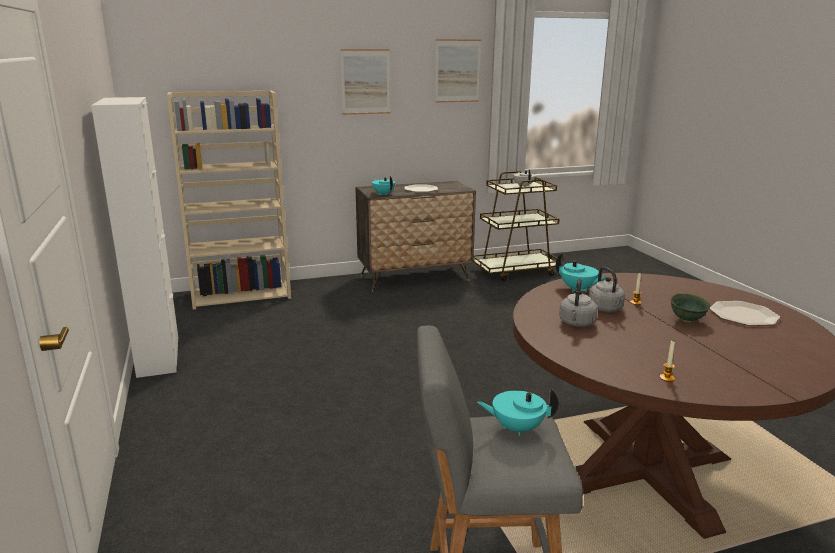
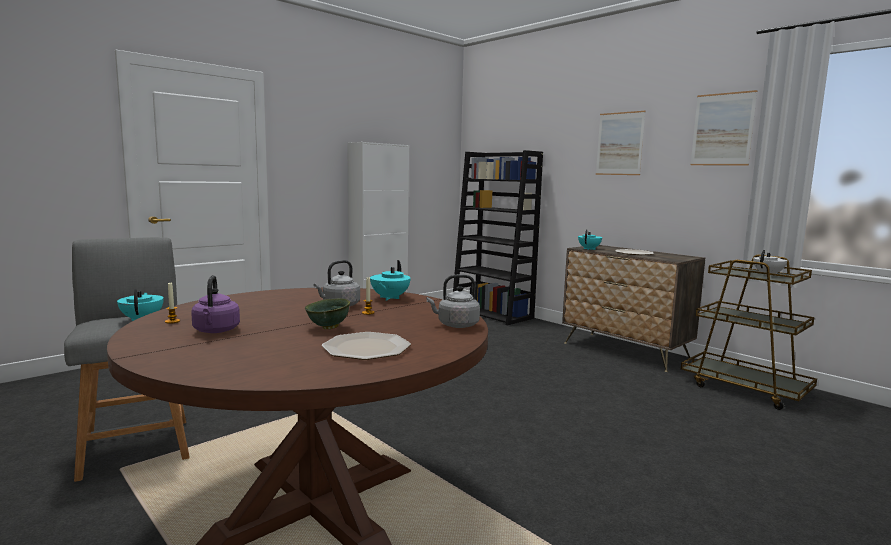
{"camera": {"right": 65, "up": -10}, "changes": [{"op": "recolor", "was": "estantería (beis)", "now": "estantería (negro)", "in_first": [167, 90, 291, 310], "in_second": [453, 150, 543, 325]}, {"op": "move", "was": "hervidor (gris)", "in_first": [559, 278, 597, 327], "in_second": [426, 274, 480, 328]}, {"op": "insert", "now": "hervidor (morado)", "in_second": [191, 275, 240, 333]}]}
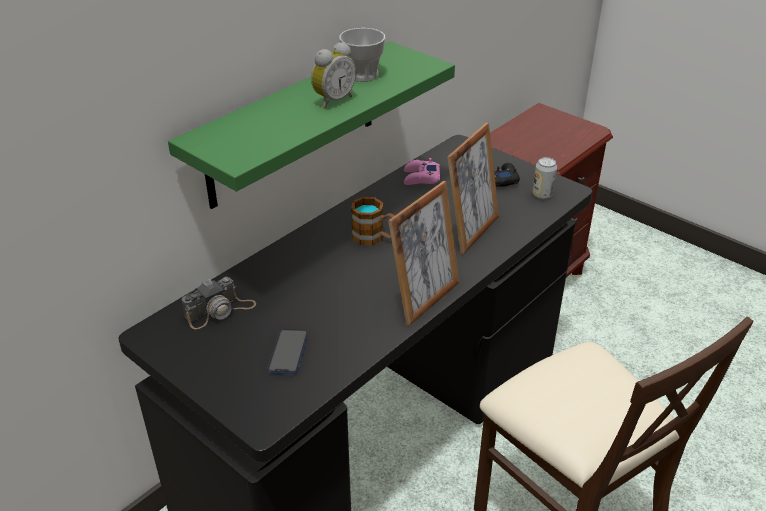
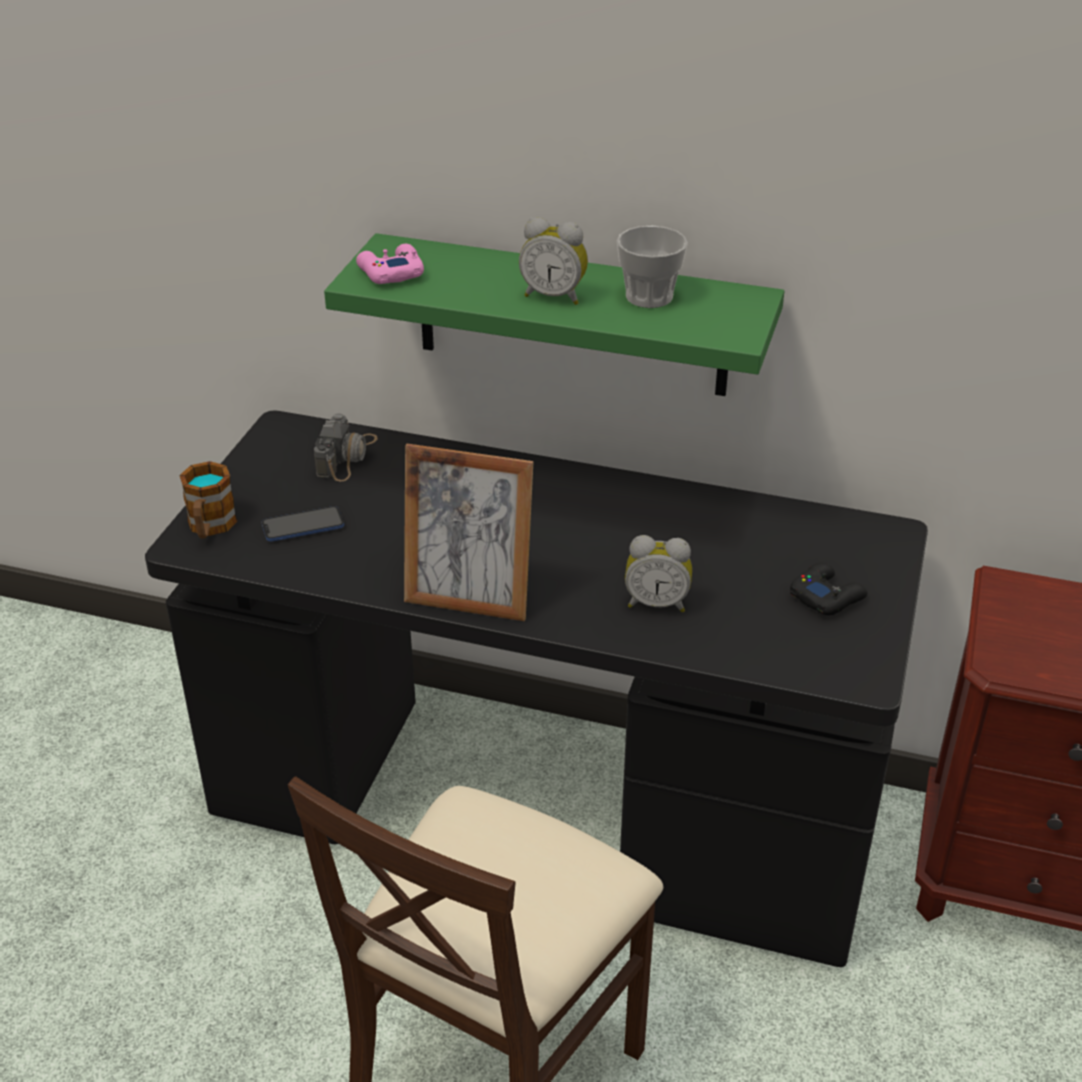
{"camera": {"right": 65, "up": 0}, "changes": [{"op": "rotate", "was": "cámara", "in_first": [181, 277, 256, 329], "in_second": [314, 413, 378, 481], "clockwise": -105}, {"op": "move", "was": "taza grande", "in_first": [351, 197, 395, 245], "in_second": [179, 461, 237, 539]}, {"op": "move", "was": "mando de consola (rosa)", "in_first": [404, 158, 440, 185], "in_second": [356, 244, 424, 284]}, {"op": "replace", "was": "portarretratos", "now": "despertador", "in_first": [447, 123, 499, 255], "in_second": [625, 535, 692, 612]}, {"op": "delete", "was": "lata", "in_first": [532, 157, 557, 199]}]}
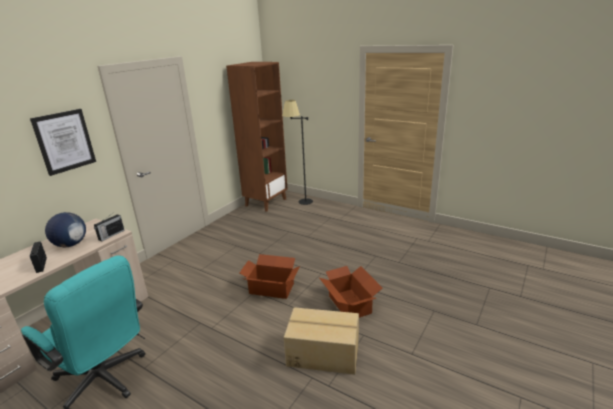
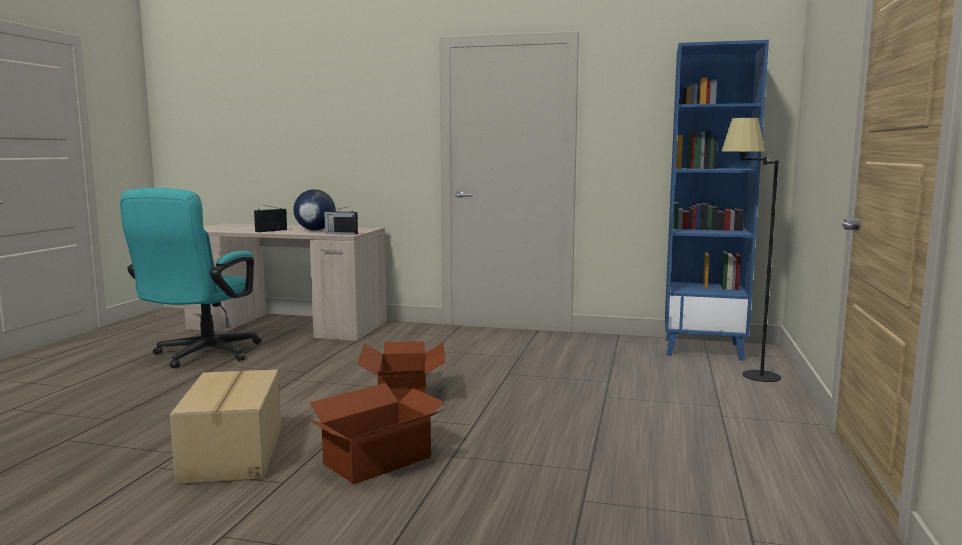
{"camera": {"right": 70, "up": -15}, "changes": [{"op": "delete", "was": "cuadro", "in_first": [30, 109, 96, 176]}, {"op": "recolor", "was": "estantería (marrón)", "now": "estantería (azul)", "in_first": [226, 62, 288, 212], "in_second": [665, 40, 769, 361]}]}
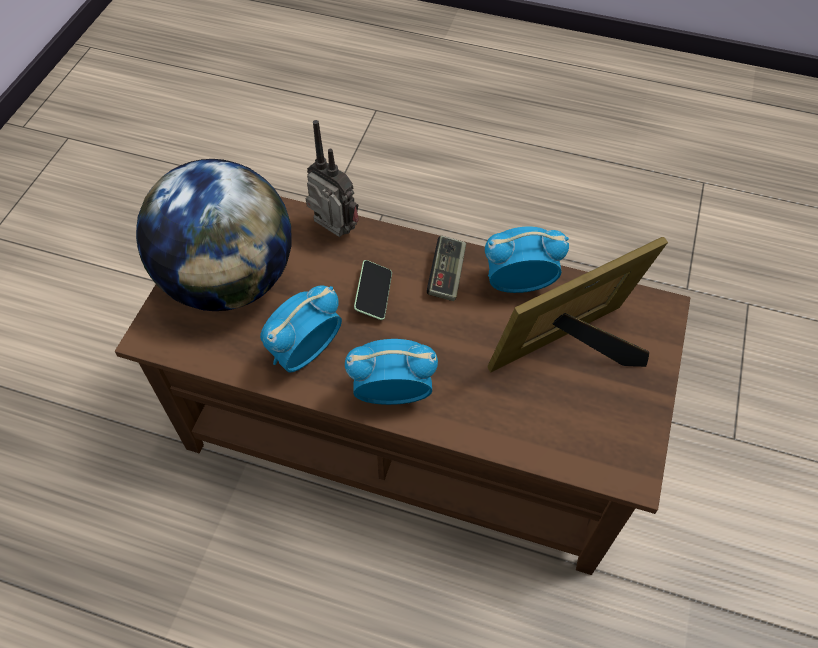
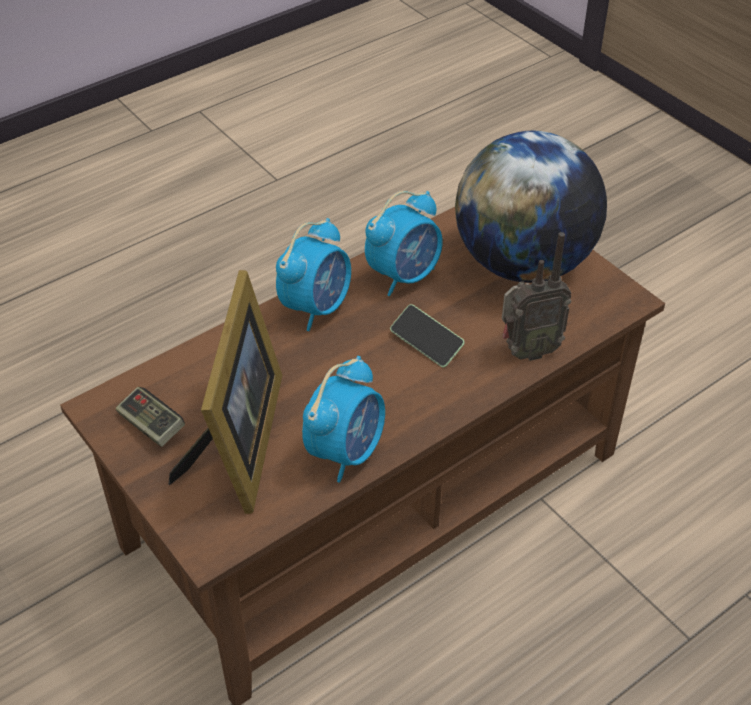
{"camera": {"right": 125, "up": -10}, "changes": [{"op": "rotate", "was": "despertador", "in_first": [260, 285, 342, 372], "in_second": [365, 191, 443, 296], "clockwise": 60}, {"op": "move", "was": "mando de consola", "in_first": [427, 236, 466, 301], "in_second": [116, 387, 185, 447]}]}
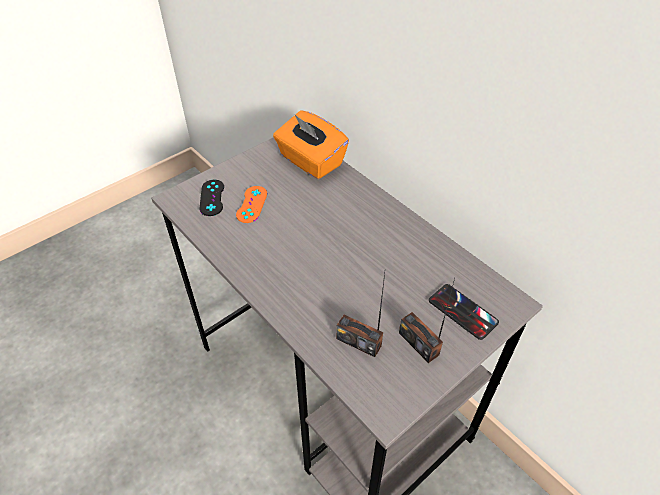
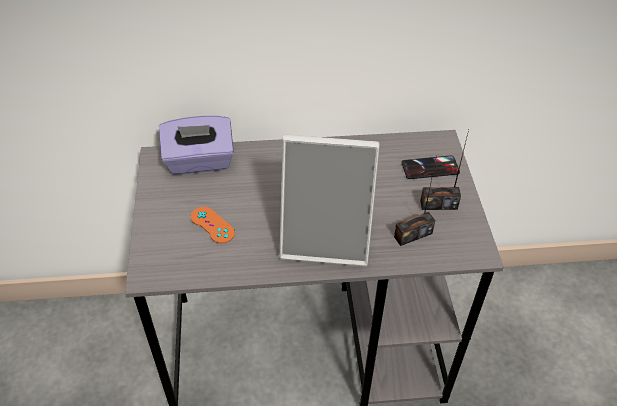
{"camera": {"right": -55, "up": 0}, "changes": [{"op": "delete", "was": "mando de consola (negro)", "in_first": [199, 180, 224, 216]}, {"op": "recolor", "was": "caja de pañuelos (naranja)", "now": "caja de pañuelos (morado)", "in_first": [273, 110, 349, 179], "in_second": [159, 116, 234, 175]}, {"op": "insert", "now": "portarretratos", "in_second": [279, 135, 380, 267]}]}
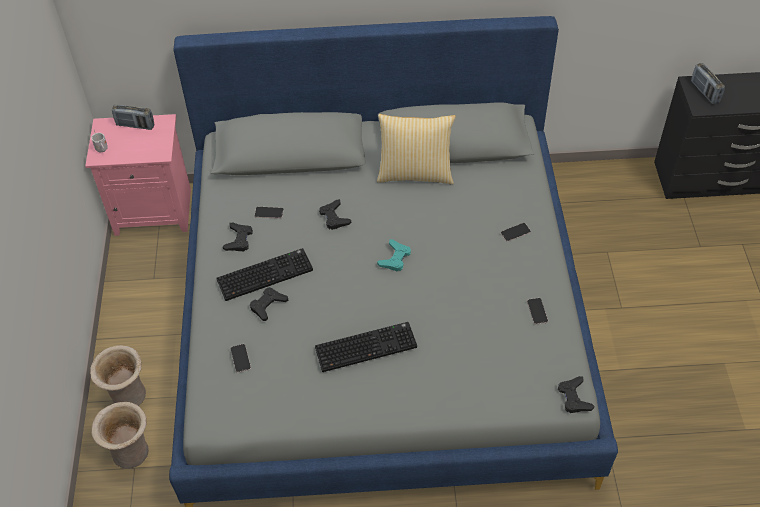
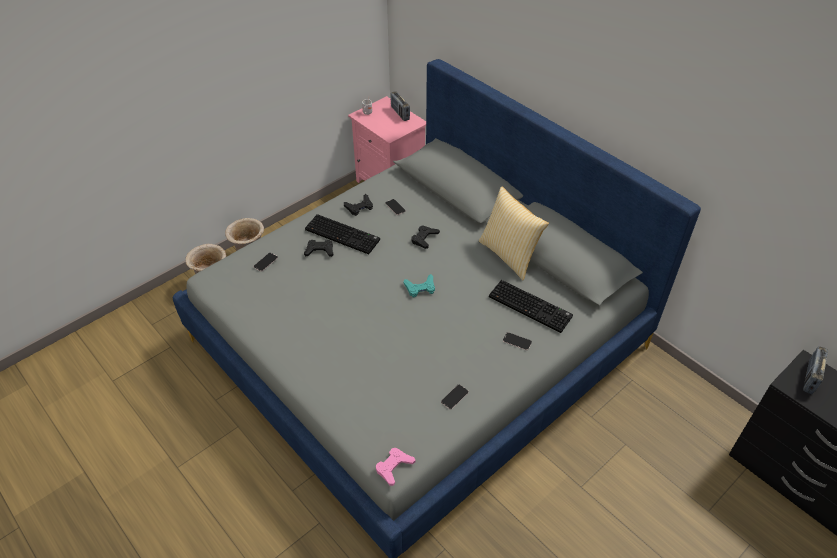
{"camera": {"right": 50, "up": -5}, "changes": [{"op": "move", "was": "teclado", "in_first": [315, 322, 417, 372], "in_second": [489, 280, 573, 333]}, {"op": "recolor", "was": "mando de consola (negro)", "now": "mando de consola (rosa)", "in_first": [558, 376, 594, 413], "in_second": [376, 448, 415, 486]}]}
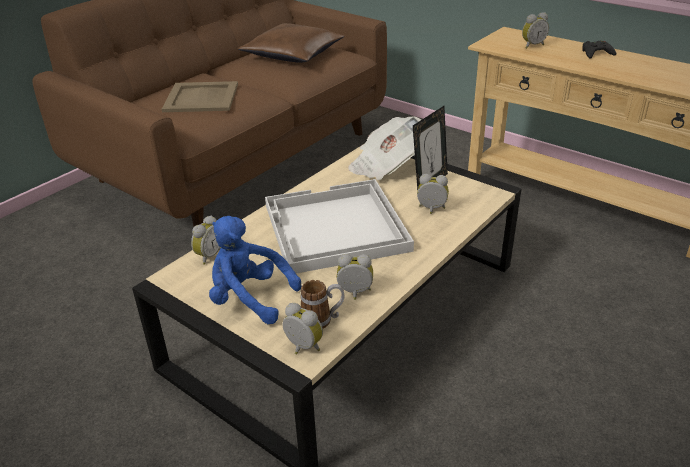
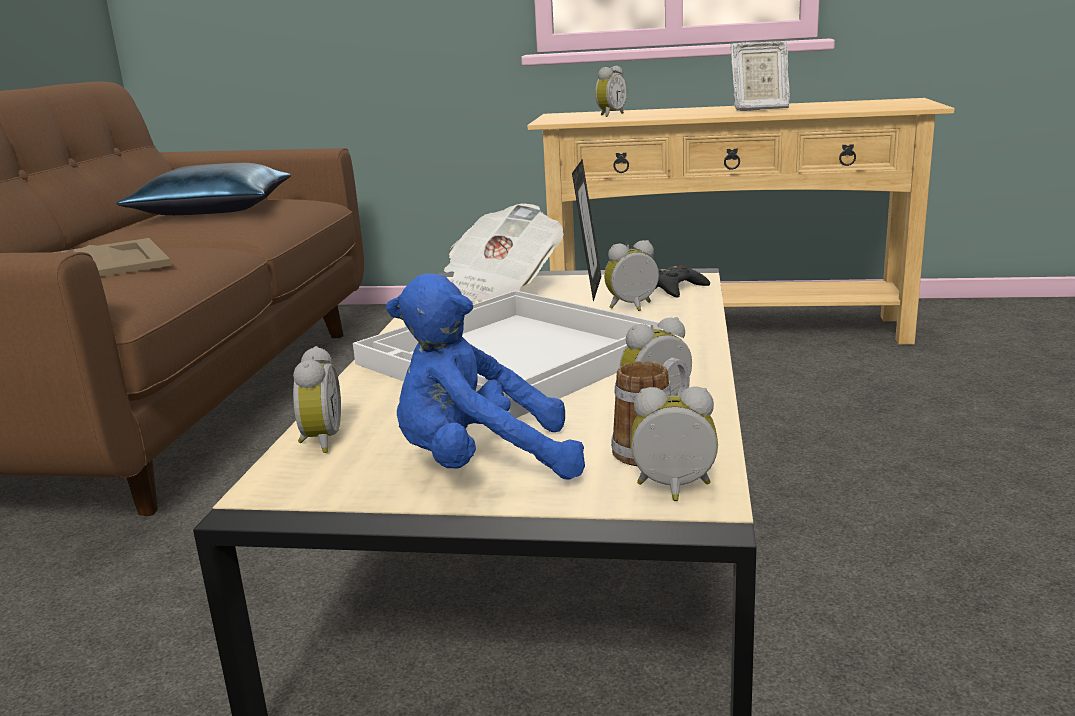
{"camera": {"right": -30, "up": -15}, "changes": [{"op": "recolor", "was": "cojín (marrón)", "now": "cojín (azul)", "in_first": [238, 23, 344, 63], "in_second": [116, 163, 291, 215]}, {"op": "move", "was": "mando de consola (negro)", "in_first": [582, 41, 616, 59], "in_second": [655, 266, 710, 297]}, {"op": "insert", "now": "portarretratos", "in_second": [730, 41, 790, 111]}]}
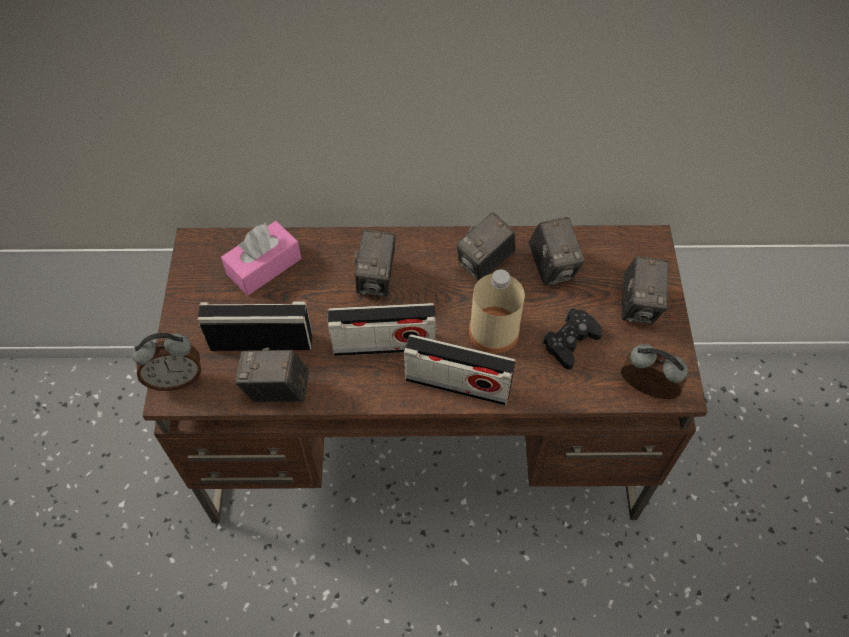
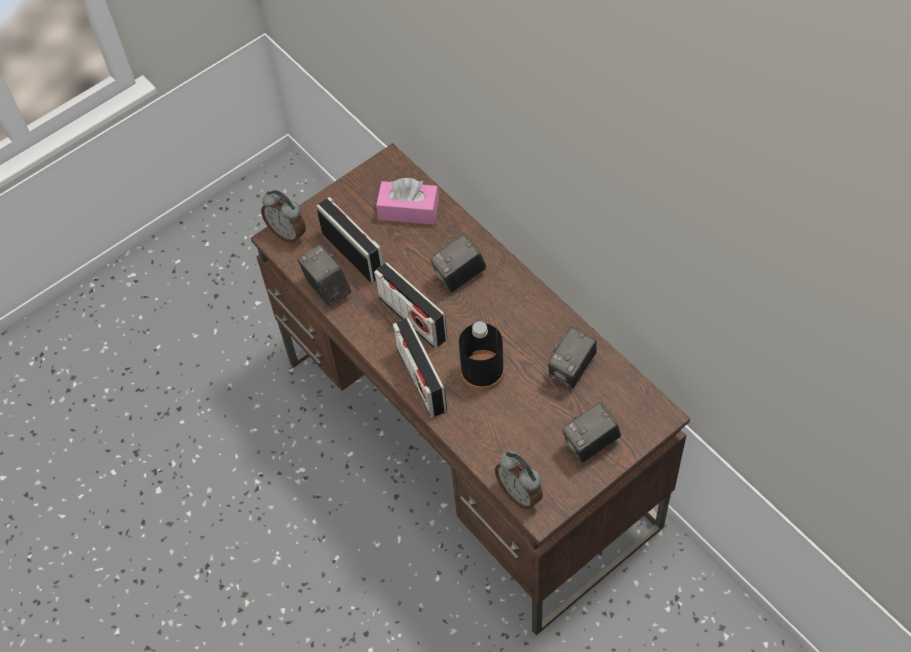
{"camera": {"right": 55, "up": 0}, "changes": [{"op": "delete", "was": "cámara", "in_first": [456, 212, 515, 281]}, {"op": "recolor", "was": "botella (beis)", "now": "botella (negro)", "in_first": [469, 269, 525, 354], "in_second": [459, 321, 504, 391]}, {"op": "delete", "was": "mando de consola (negro)", "in_first": [542, 308, 603, 370]}, {"op": "rotate", "was": "despertador", "in_first": [621, 344, 688, 399], "in_second": [495, 451, 543, 510], "clockwise": 150}]}
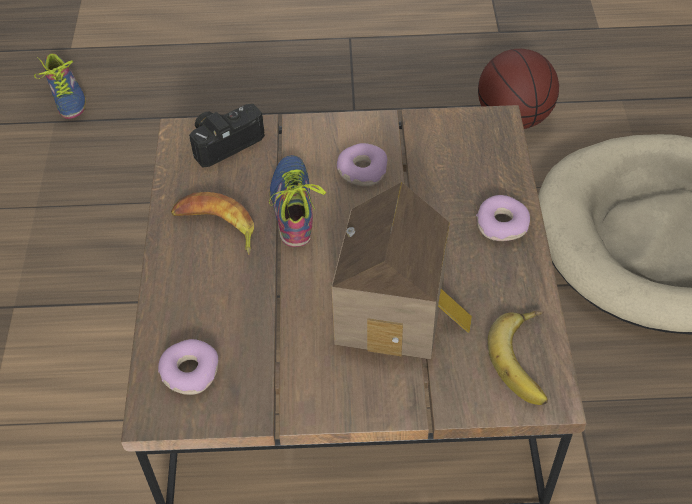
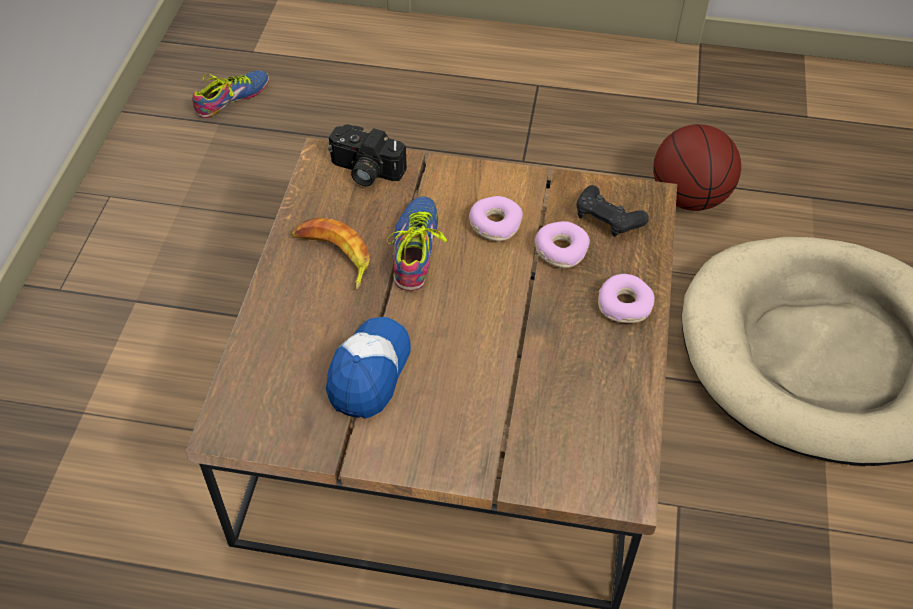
{"camera": {"right": 10, "up": 0}, "changes": [{"op": "rotate", "was": "zapato", "in_first": [34, 53, 86, 119], "in_second": [192, 70, 269, 118], "clockwise": -120}, {"op": "move", "was": "rosquilla", "in_first": [158, 339, 218, 395], "in_second": [535, 221, 590, 268]}, {"op": "rotate", "was": "cámara", "in_first": [189, 104, 265, 168], "in_second": [328, 124, 407, 186], "clockwise": -135}, {"op": "delete", "was": "casita", "in_first": [332, 182, 472, 359]}, {"op": "delete", "was": "plátano", "in_first": [488, 311, 548, 405]}, {"op": "insert", "now": "gorra", "in_second": [326, 317, 411, 419]}, {"op": "insert", "now": "mando de consola (negro)", "in_second": [577, 185, 649, 237]}]}
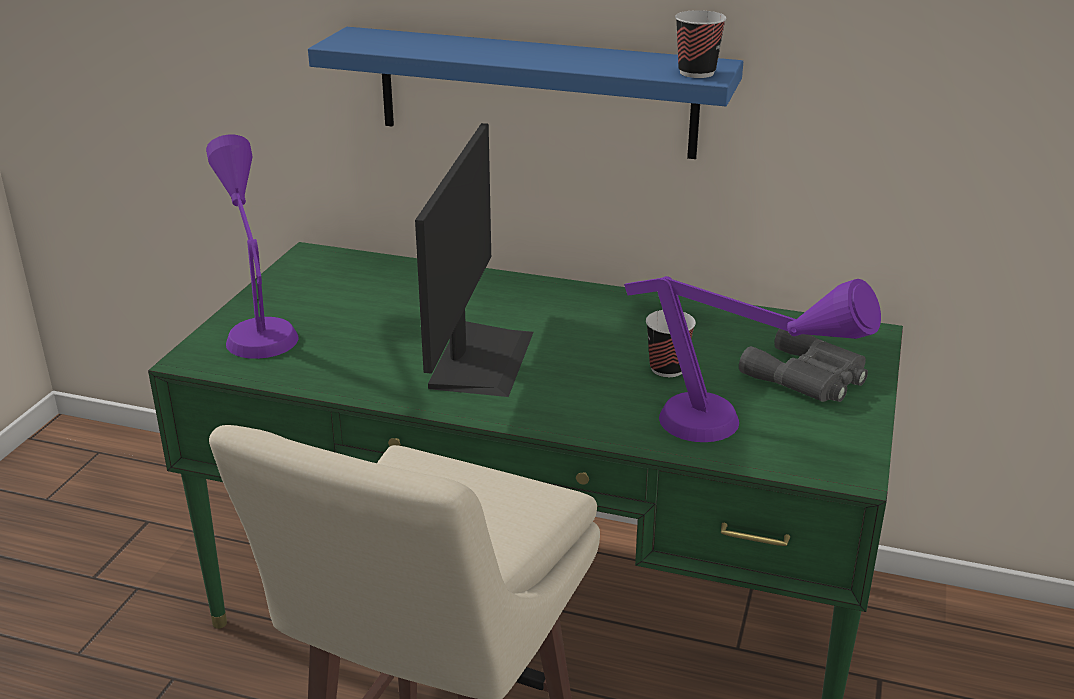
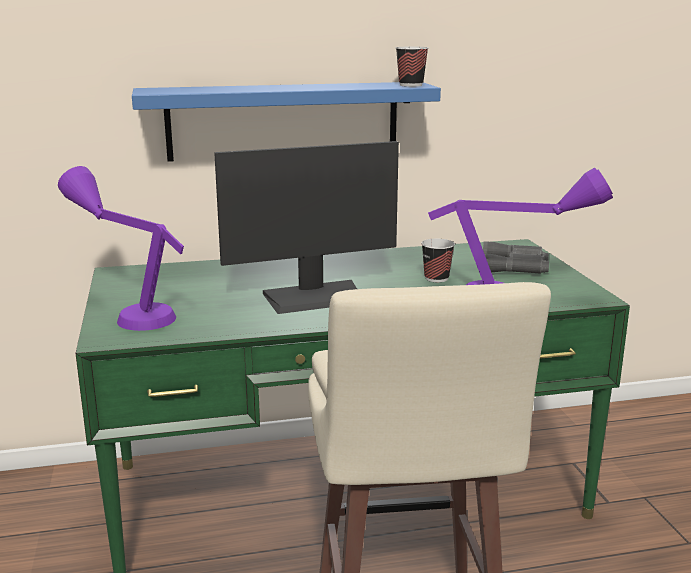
{"camera": {"right": -30, "up": -10}, "changes": [{"op": "rotate", "was": "monitor", "in_first": [415, 123, 534, 397], "in_second": [214, 141, 399, 314], "clockwise": 90}]}
